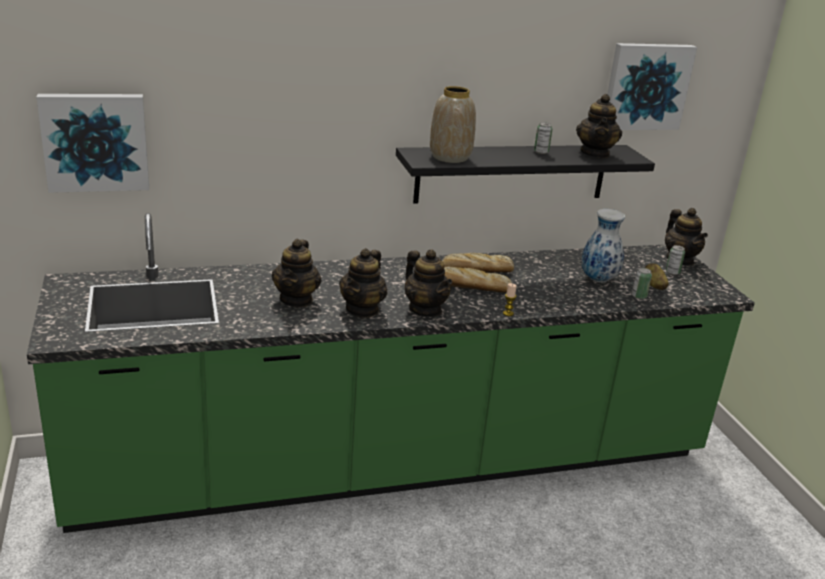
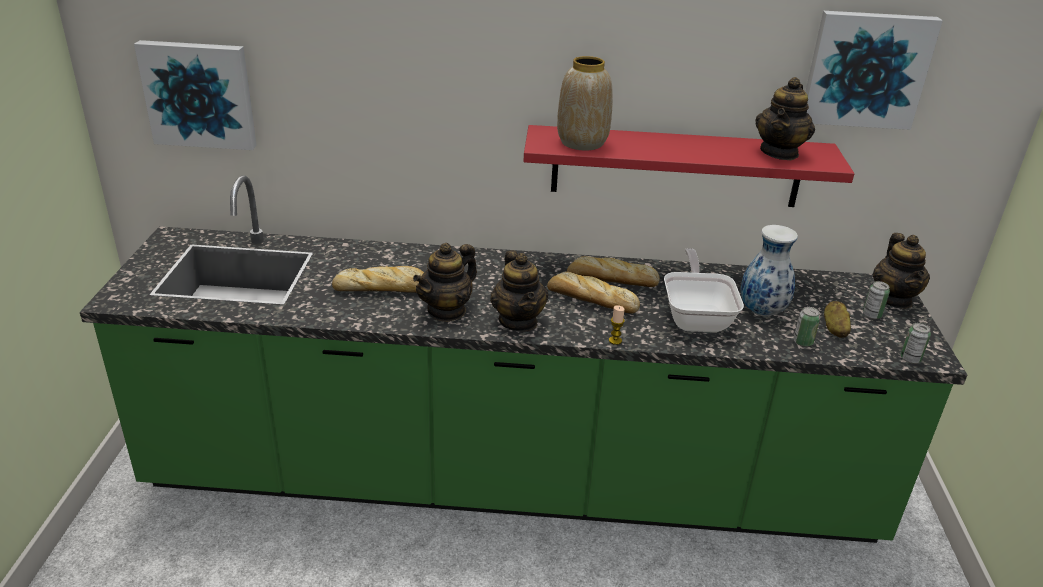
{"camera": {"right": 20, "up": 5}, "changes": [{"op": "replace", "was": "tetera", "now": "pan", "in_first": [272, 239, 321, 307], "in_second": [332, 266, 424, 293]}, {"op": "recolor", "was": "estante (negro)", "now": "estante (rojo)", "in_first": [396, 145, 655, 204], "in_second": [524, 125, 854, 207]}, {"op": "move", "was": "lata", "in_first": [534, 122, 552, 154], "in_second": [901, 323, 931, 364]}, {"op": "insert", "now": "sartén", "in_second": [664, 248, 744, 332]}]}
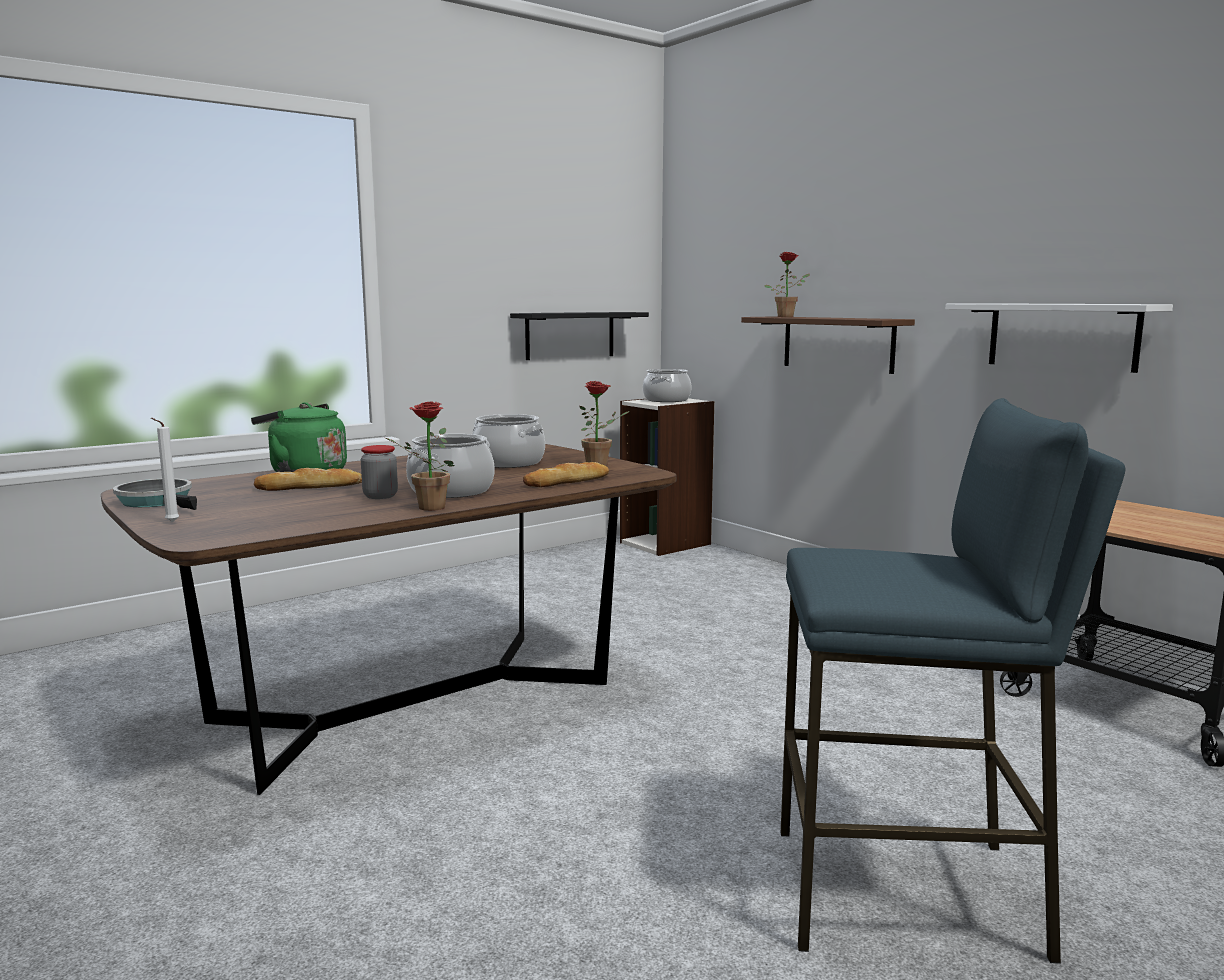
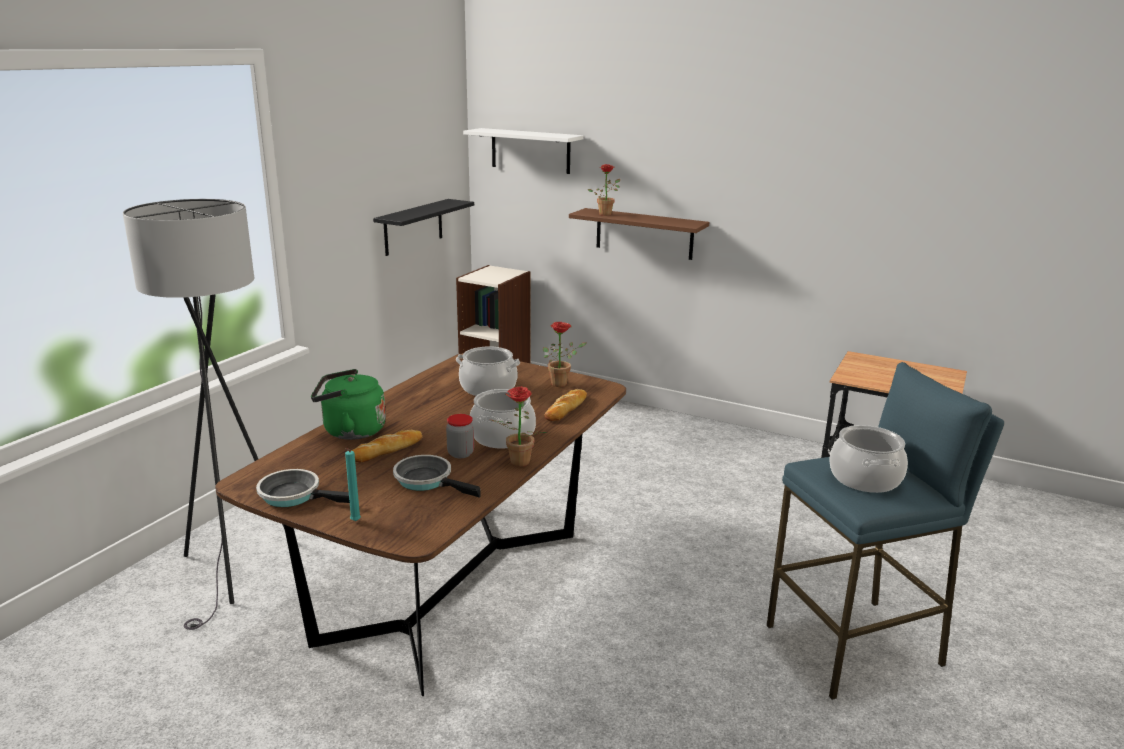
{"camera": {"right": -25, "up": 10}, "changes": [{"op": "recolor", "was": "vela (blanco)", "now": "vela (turquesa)", "in_first": [151, 418, 179, 522], "in_second": [345, 448, 361, 521]}, {"op": "move", "was": "olla", "in_first": [643, 369, 692, 402], "in_second": [830, 425, 908, 493]}, {"op": "move", "was": "estante (blanco)", "in_first": [945, 303, 1173, 373], "in_second": [463, 128, 584, 174]}, {"op": "insert", "now": "lámpara de pie (gris)", "in_second": [123, 199, 284, 630]}, {"op": "insert", "now": "sartén", "in_second": [393, 455, 480, 498]}]}
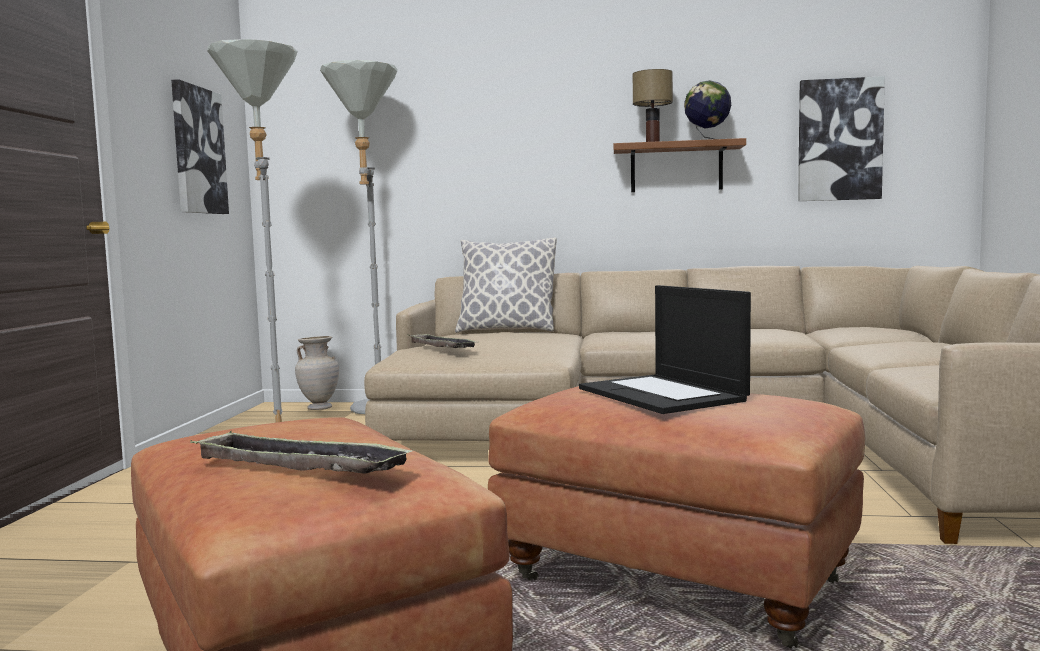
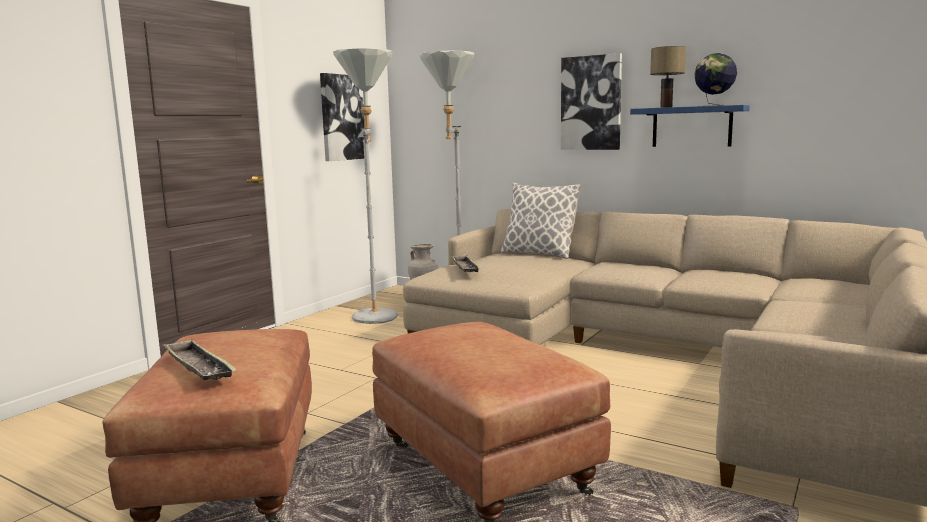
{"camera": {"right": 25, "up": 5}, "changes": [{"op": "delete", "was": "portátil", "in_first": [579, 285, 751, 414]}, {"op": "recolor", "was": "estante (marrón)", "now": "estante (azul)", "in_first": [614, 138, 746, 192], "in_second": [630, 105, 750, 147]}, {"op": "move", "was": "cuadro", "in_first": [798, 76, 885, 201], "in_second": [561, 53, 622, 150]}]}
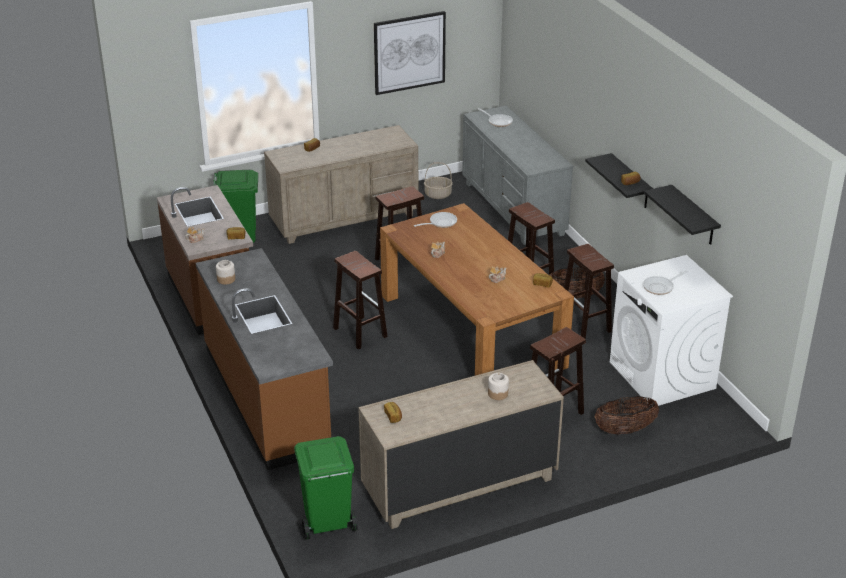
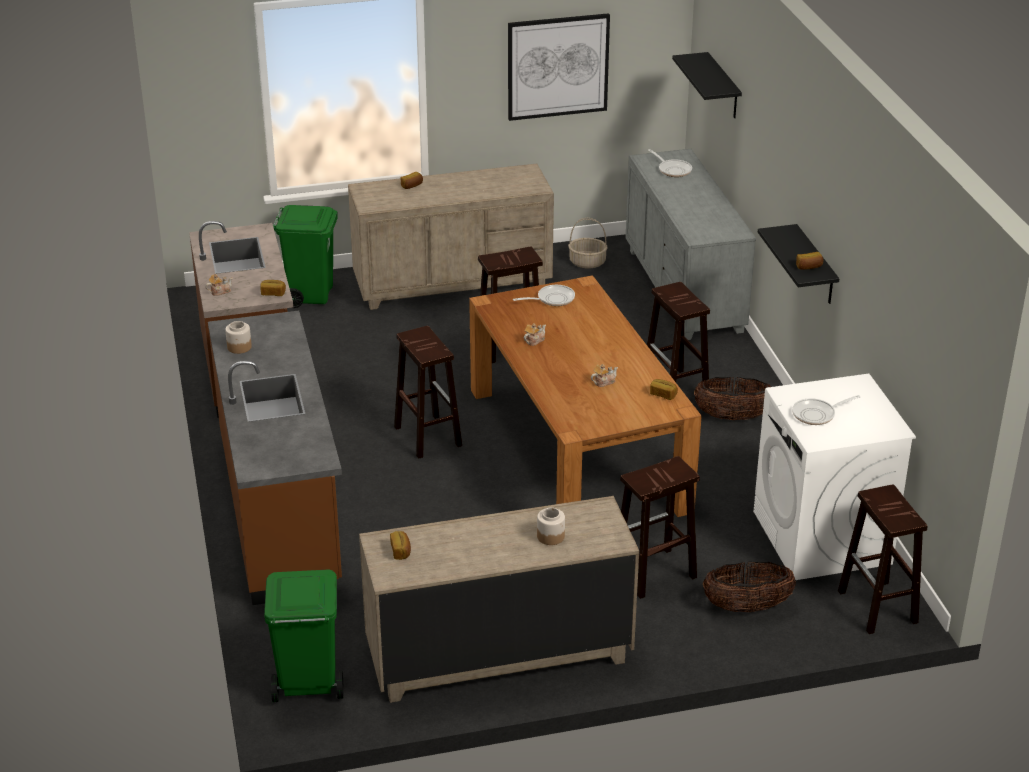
{"camera": {"right": 10, "up": 0}, "changes": [{"op": "move", "was": "taburete (marrón)", "in_first": [564, 244, 614, 339], "in_second": [838, 485, 928, 634]}, {"op": "move", "was": "estante (negro)", "in_first": [644, 185, 721, 245], "in_second": [672, 52, 742, 118]}]}
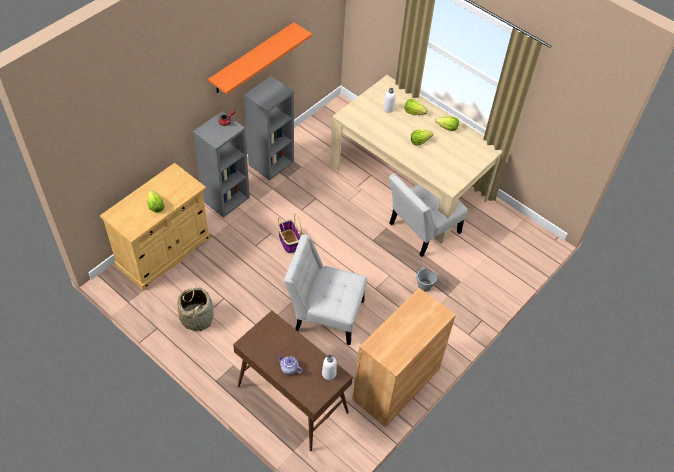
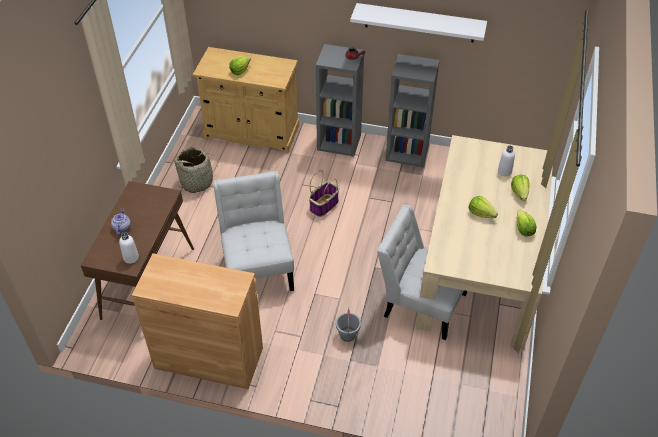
{"camera": {"right": 65, "up": -5}, "changes": [{"op": "recolor", "was": "estante (naranja)", "now": "estante (blanco)", "in_first": [208, 22, 312, 94], "in_second": [350, 3, 487, 42]}]}
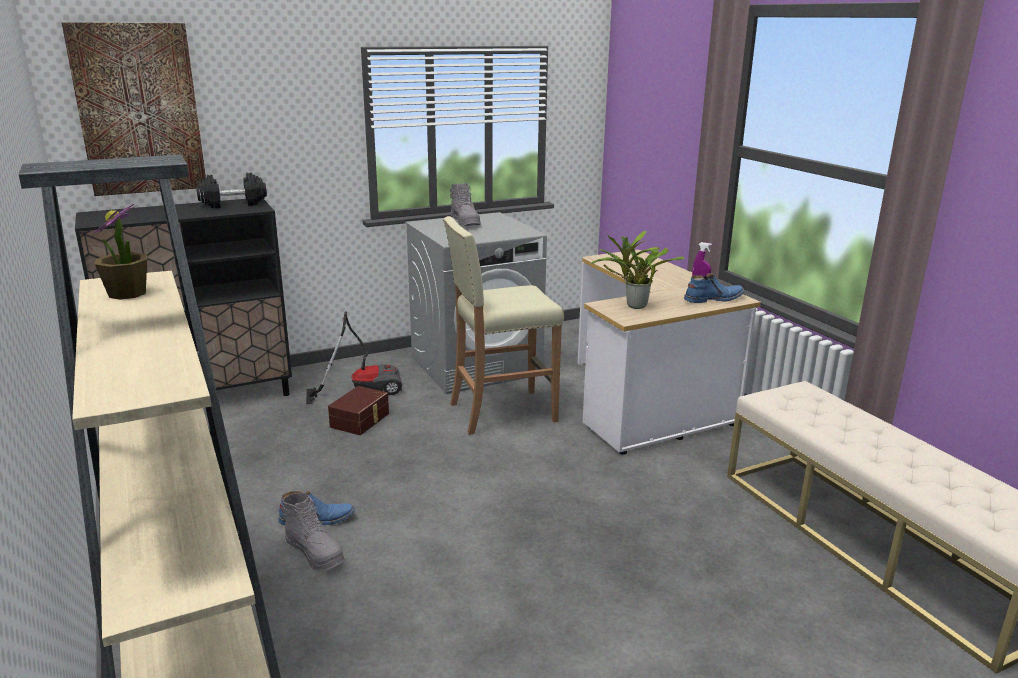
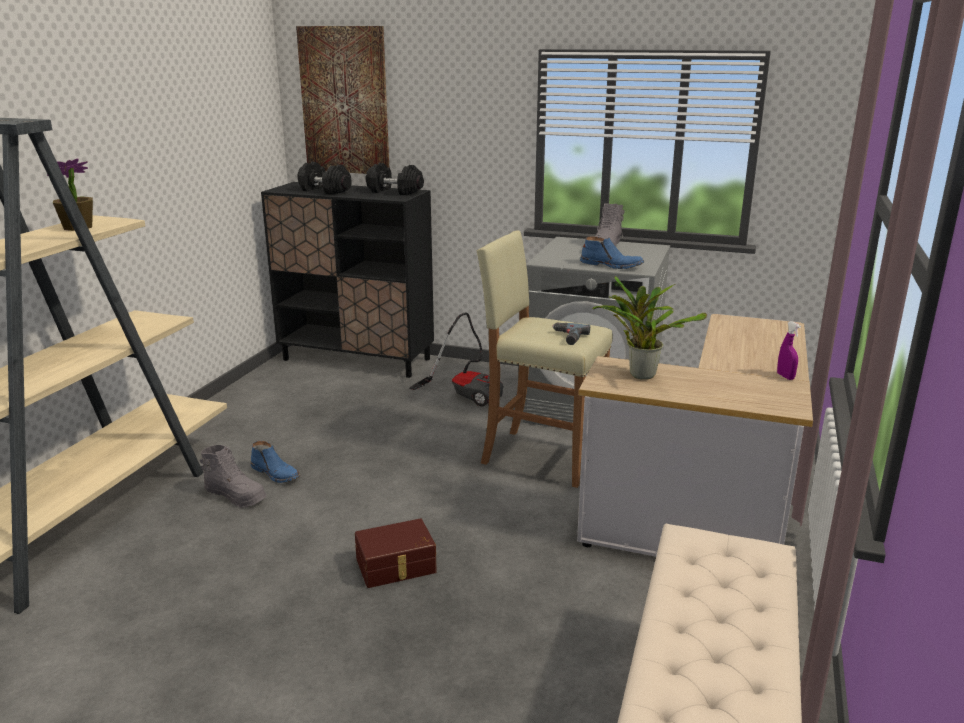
{"camera": {"right": 45, "up": 0}, "changes": [{"op": "rotate", "was": "bota (gris)", "in_first": [281, 493, 345, 572], "in_second": [200, 445, 266, 508], "clockwise": -60}, {"op": "move", "was": "caja de almacenaje (marrón)", "in_first": [328, 386, 389, 435], "in_second": [355, 518, 437, 588]}, {"op": "move", "was": "bota (azul)", "in_first": [684, 273, 744, 303], "in_second": [580, 236, 644, 269]}, {"op": "insert", "now": "mancuerna (negro)", "in_second": [297, 162, 352, 195]}, {"op": "insert", "now": "taladro", "in_second": [552, 323, 590, 345]}]}
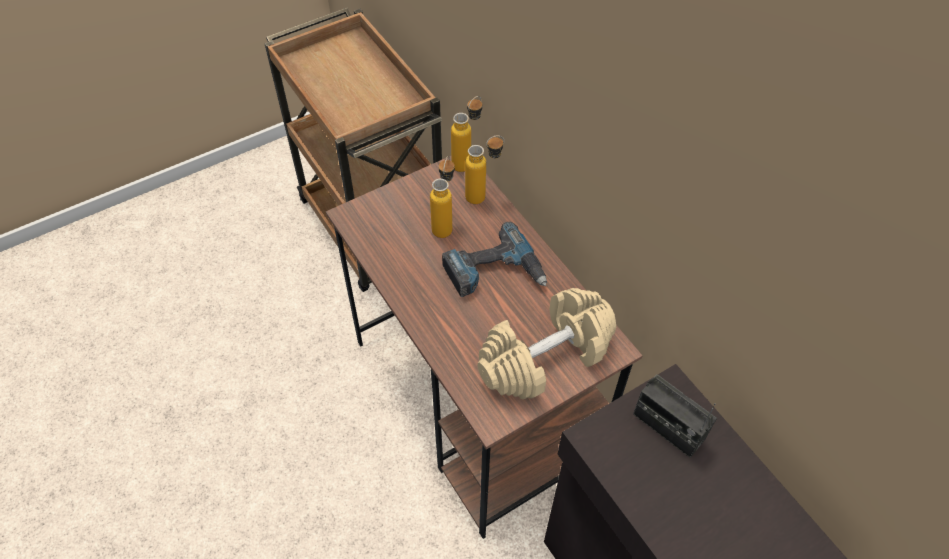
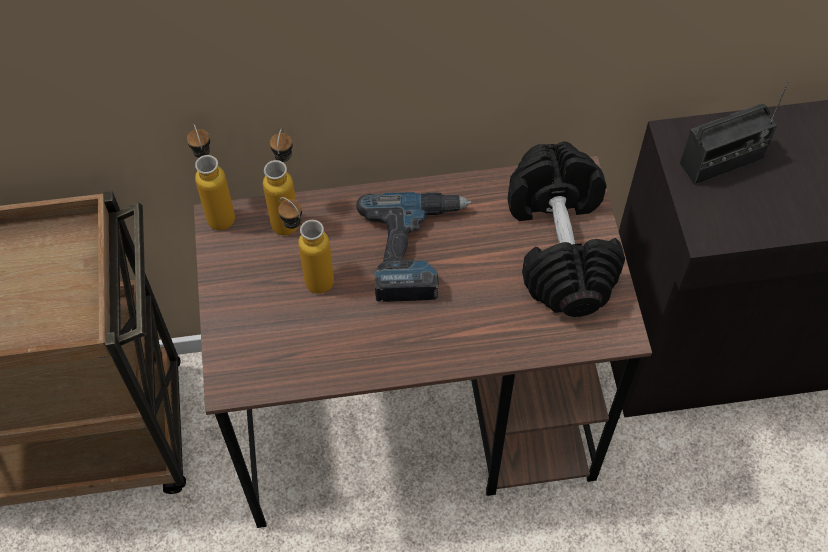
{"camera": {"right": -65, "up": 5}, "changes": [{"op": "recolor", "was": "mancuerna (beis)", "now": "mancuerna (negro)", "in_first": [477, 288, 616, 399], "in_second": [507, 141, 625, 317]}]}
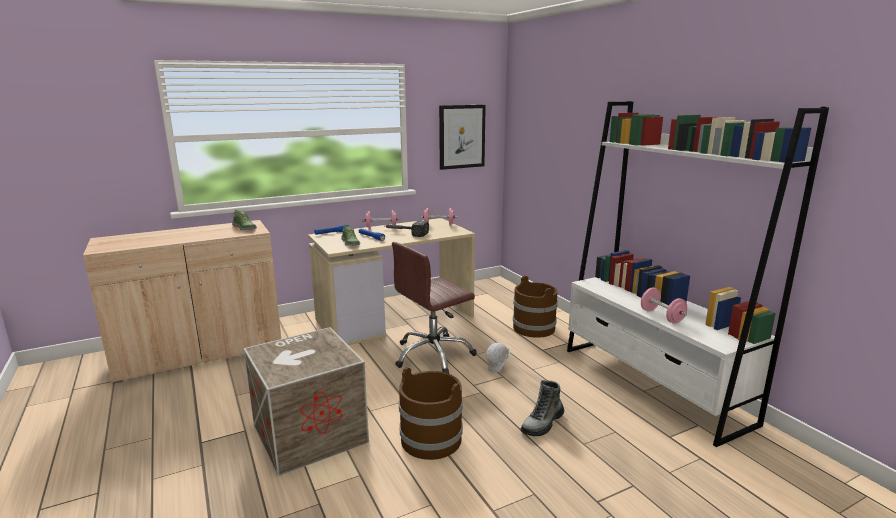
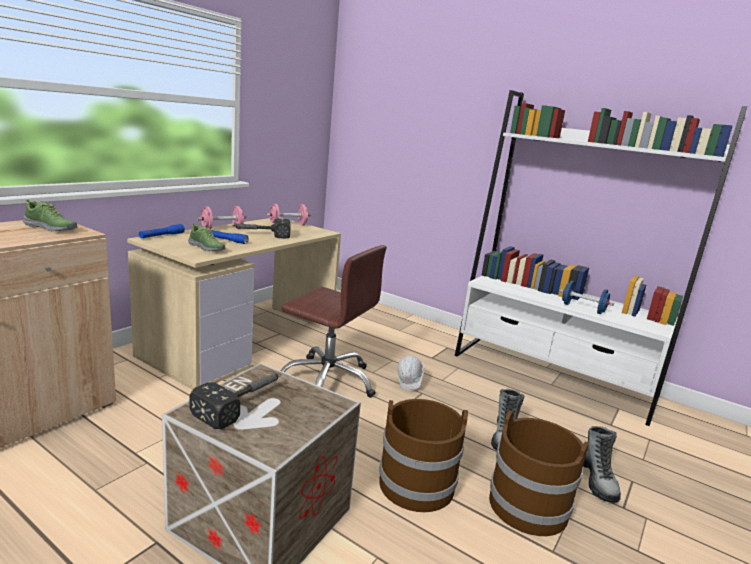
{"camera": {"right": -30, "up": 0}, "changes": [{"op": "rotate", "was": "silla de oficina (marrón)", "in_first": [392, 242, 477, 374], "in_second": [281, 245, 387, 398], "clockwise": -90}, {"op": "delete", "was": "cuadro", "in_first": [439, 105, 486, 170]}, {"op": "move", "was": "cubo (marrón)", "in_first": [513, 275, 558, 338], "in_second": [489, 410, 589, 536]}, {"op": "recolor", "was": "mancuerna (rosa)", "now": "mancuerna (azul)", "in_first": [641, 287, 687, 324], "in_second": [559, 281, 614, 314]}, {"op": "insert", "now": "martillo", "in_second": [189, 373, 281, 429]}, {"op": "insert", "now": "bota", "in_second": [583, 426, 621, 503]}]}
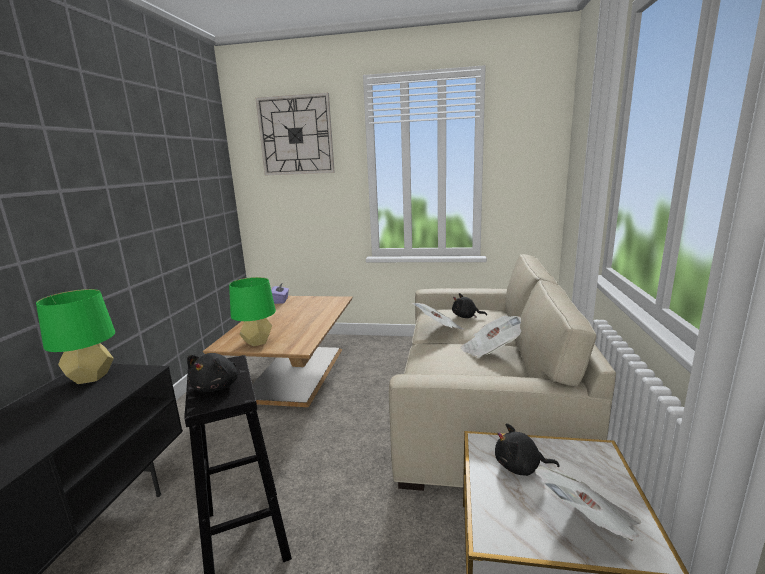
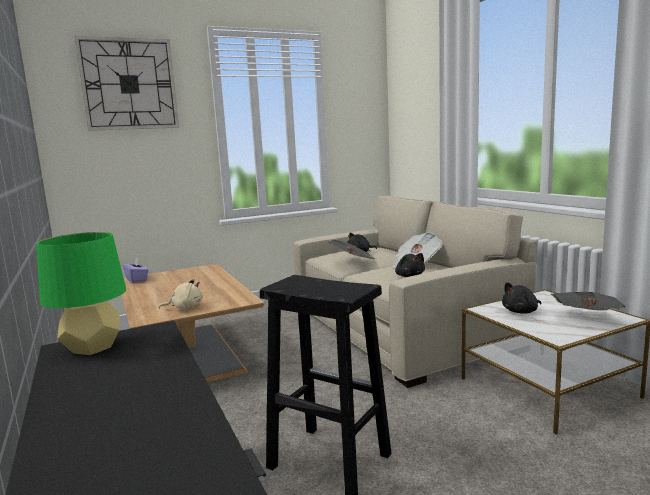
{"camera": {"right": -35, "up": -5}, "changes": [{"op": "move", "was": "peluche (negro)", "in_first": [187, 353, 238, 392], "in_second": [395, 253, 425, 277]}, {"op": "replace", "was": "lámpara de mesa (verde)", "now": "peluche (beis)", "in_first": [229, 277, 276, 346], "in_second": [159, 279, 203, 309]}]}
